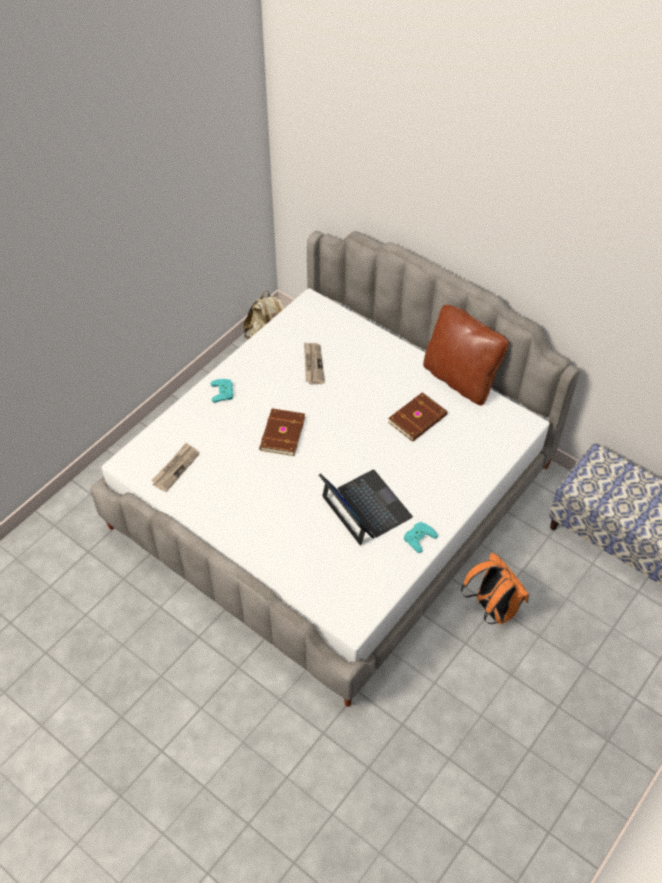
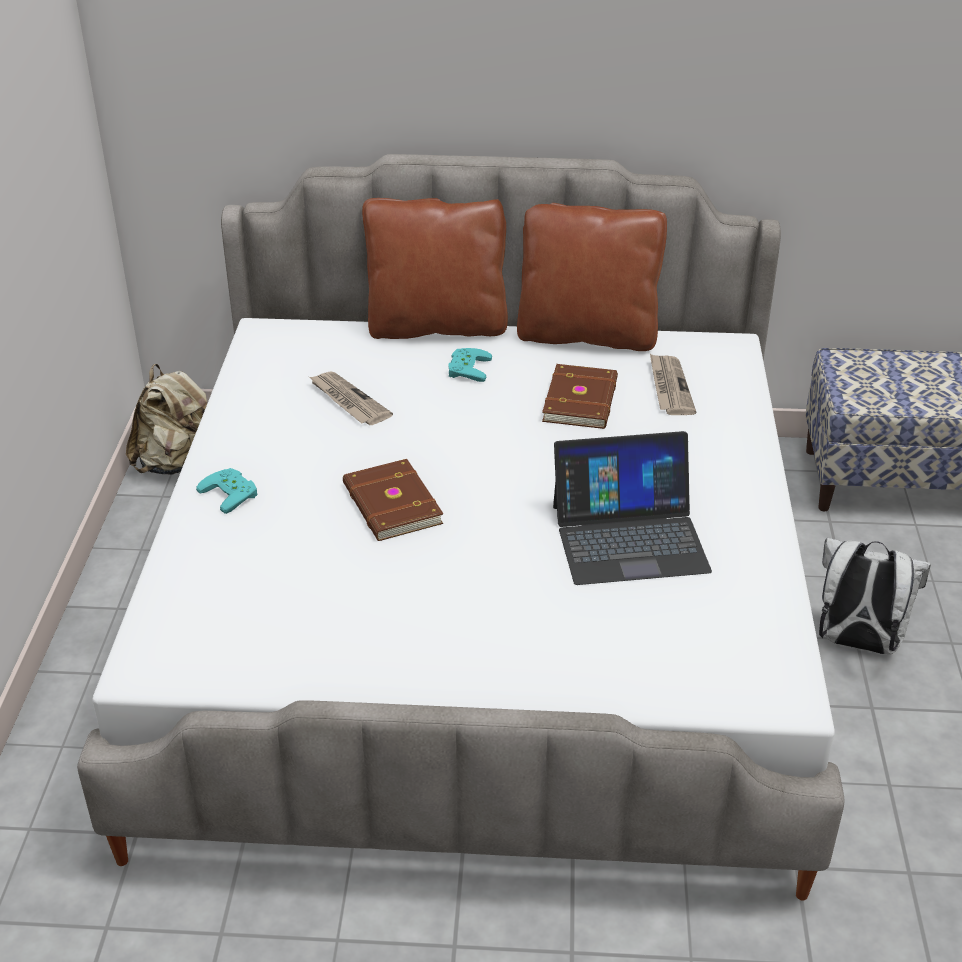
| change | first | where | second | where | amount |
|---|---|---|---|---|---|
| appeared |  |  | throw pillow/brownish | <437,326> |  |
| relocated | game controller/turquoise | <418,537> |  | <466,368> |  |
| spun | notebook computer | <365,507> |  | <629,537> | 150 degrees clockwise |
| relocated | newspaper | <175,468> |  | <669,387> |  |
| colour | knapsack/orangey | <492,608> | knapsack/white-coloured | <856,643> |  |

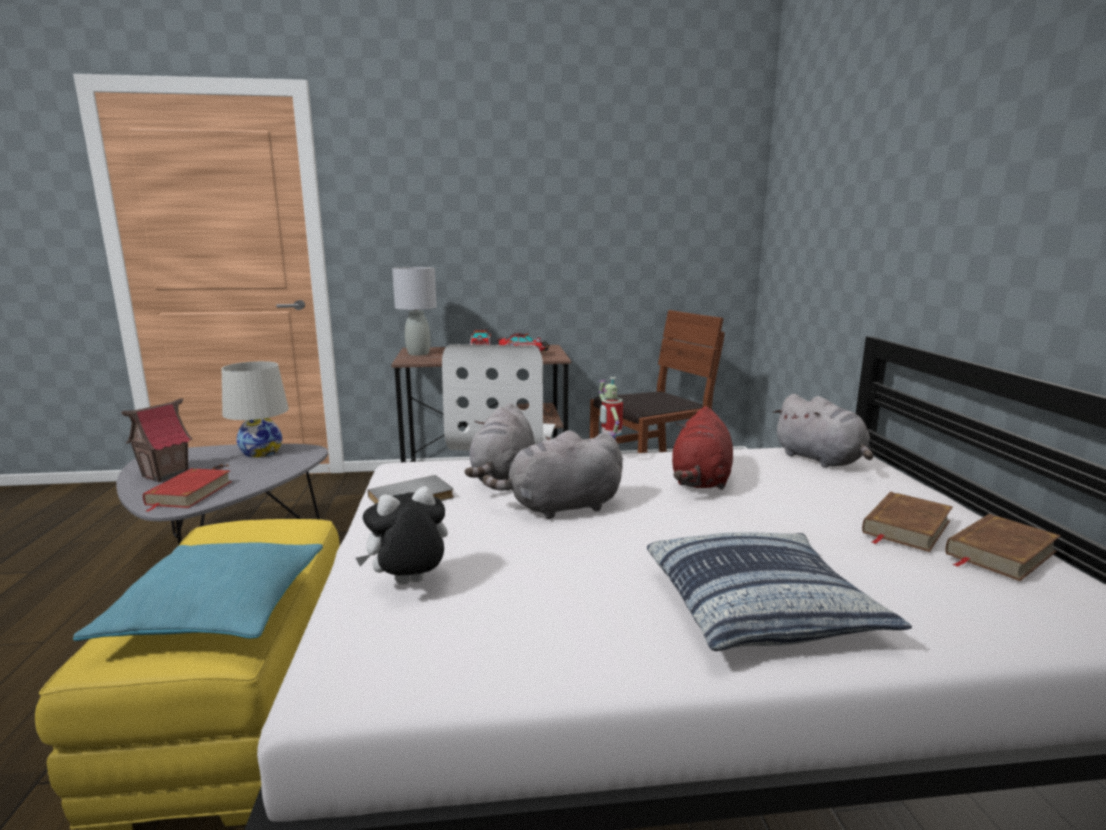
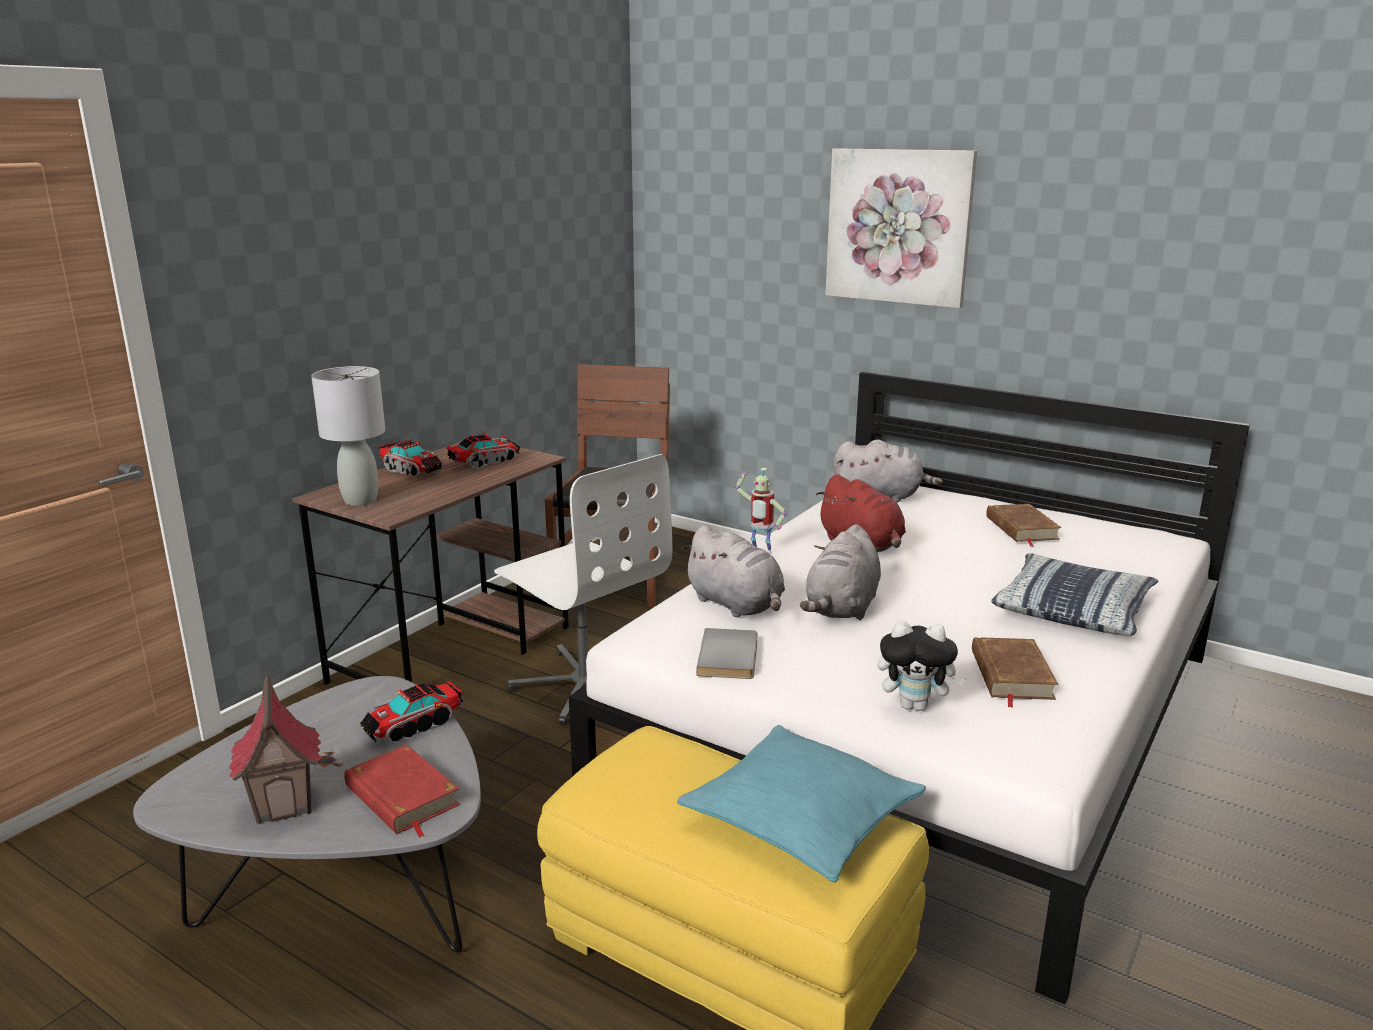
| change | first | where | second | where | amount |
|---|---|---|---|---|---|
| appeared |  |  | model truck | <413,725> |  |
| appeared |  |  | picture | <899,226> |  |
| spun | cuddly toy | <409,585> |  | <915,706> | 90 degrees counterclockwise |
| relocated | book/brownish | <999,552> |  | <1011,675> |  |
| missing | table lamp/white-coloured | <261,452> |  |  |  |

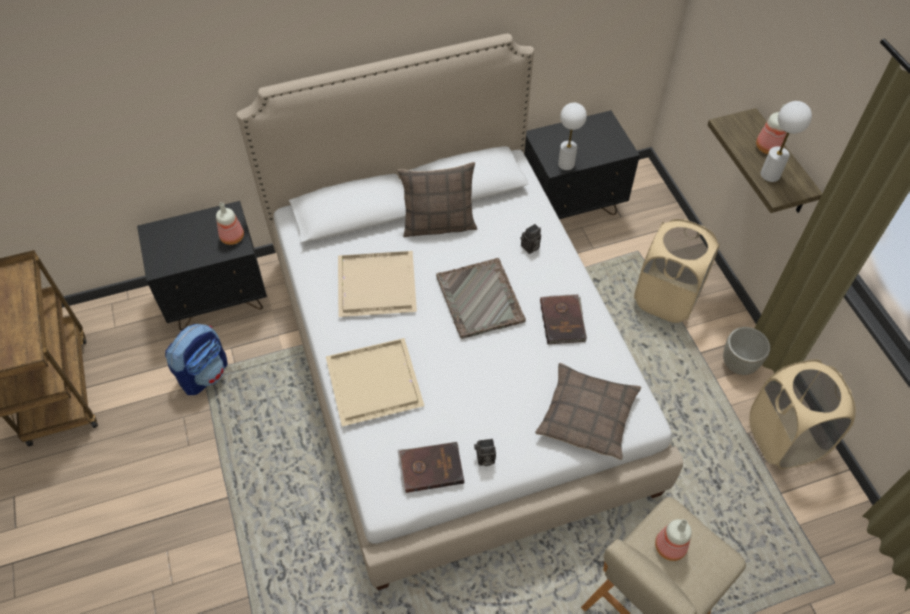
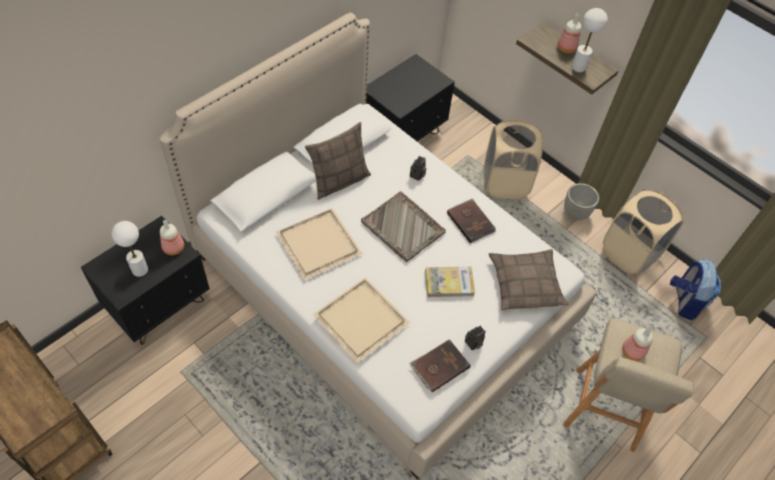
| change | first | where | second | where | amount |
|---|---|---|---|---|---|
| relocated | table lamp/white-coloured | <566,164> |  | <139,270> |  |
| appeared |  |  | book | <449,283> |  |
| relocated | knapsack | <205,374> |  | <684,301> |  |

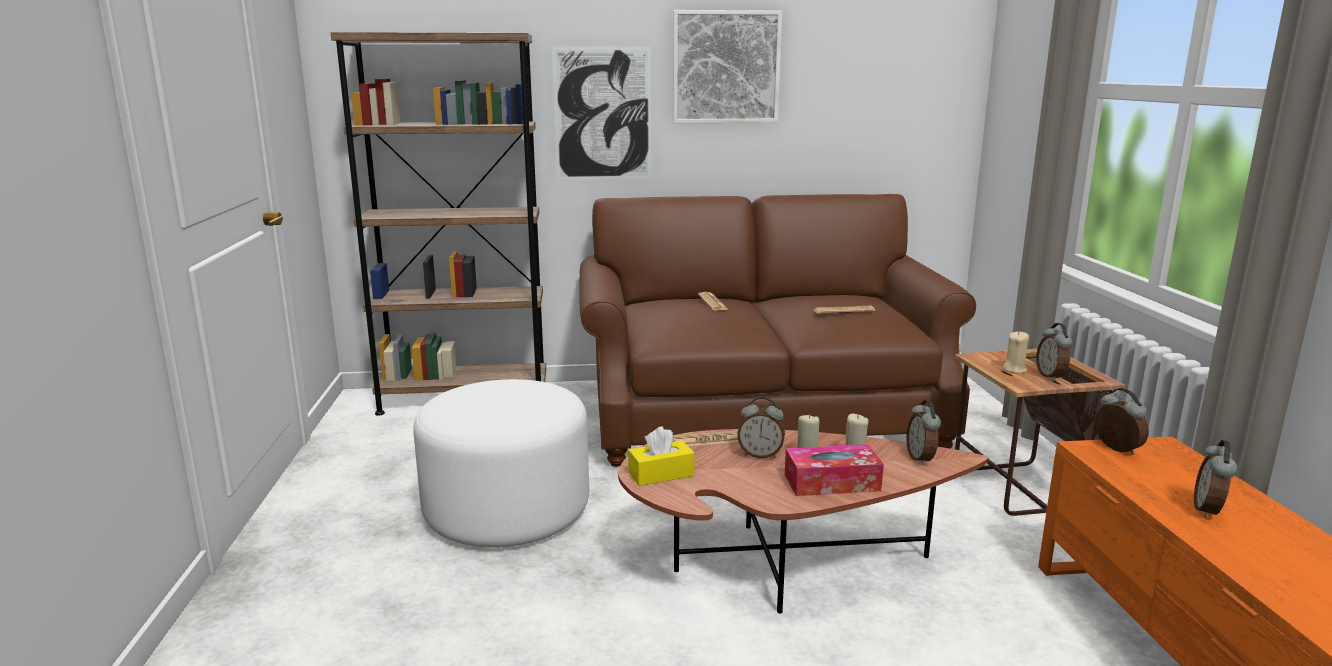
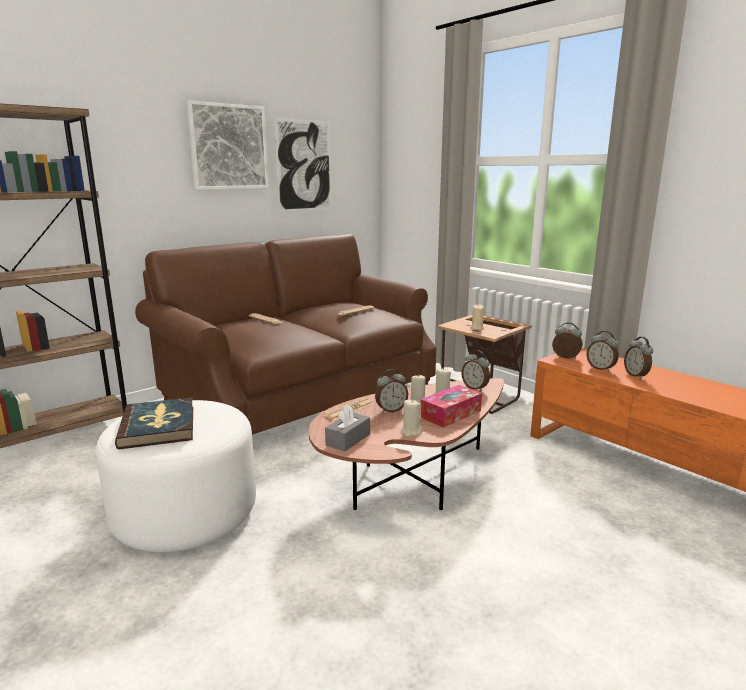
| change | first | where | second | where | amount |
|---|---|---|---|---|---|
| appeared |  |  | book | <159,426> |  |
| relocated | picture | <602,114> |  | <304,165> |  |
| colour | box of tissues/yellowish | <661,474> | box of tissues/greyish | <348,440> |  |
| appeared |  |  | candle/beige-coloured | <411,432> |  |
| relocated | table clock | <1051,376> |  | <601,368> |  |

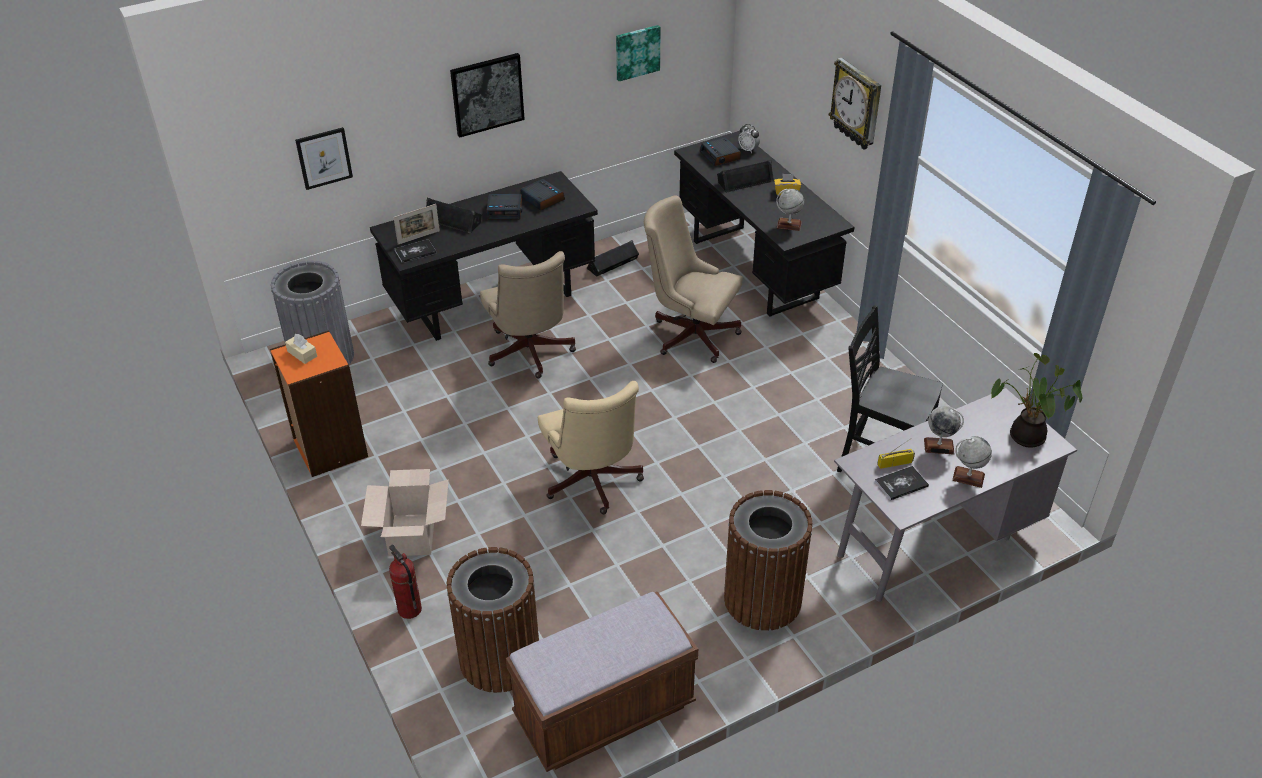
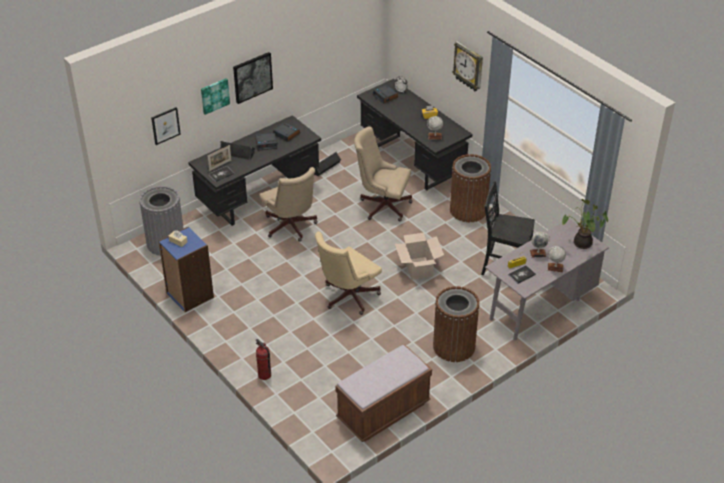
| change | first | where | second | where | amount |
|---|---|---|---|---|---|
| colour | shelving unit/orangey | <329,448> | shelving unit/blue | <189,295> |  |
| relocated | picture | <637,52> |  | <214,95> |  |
| spun | computer chair/beige-coloured | <592,484> |  | <347,297> | 75 degrees clockwise |
| relocated | carton | <412,535> |  | <419,268> |  |
| relocated | waste bin/brownish | <500,658> |  | <468,210> |  |
| missing | audio speaker/black-coloured | <745,181> |  |  |  |

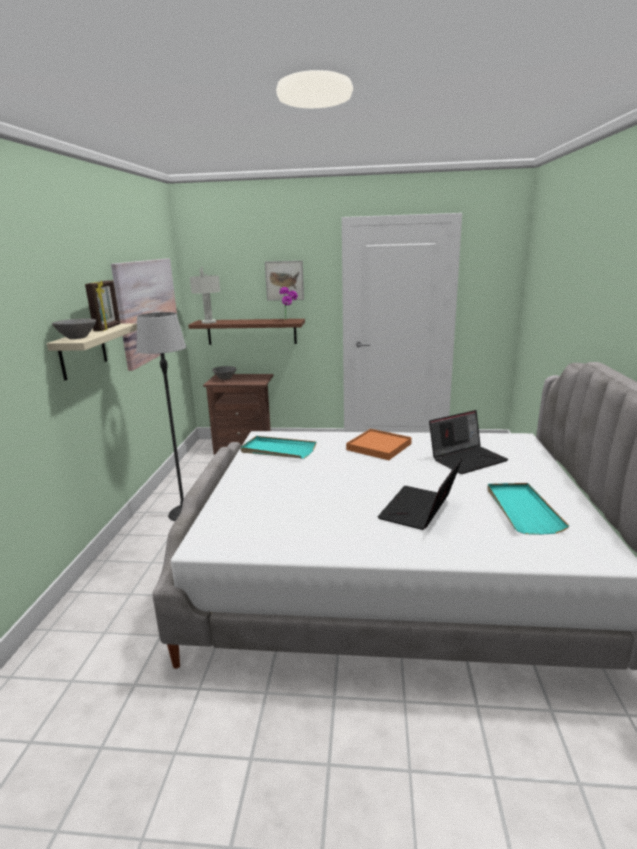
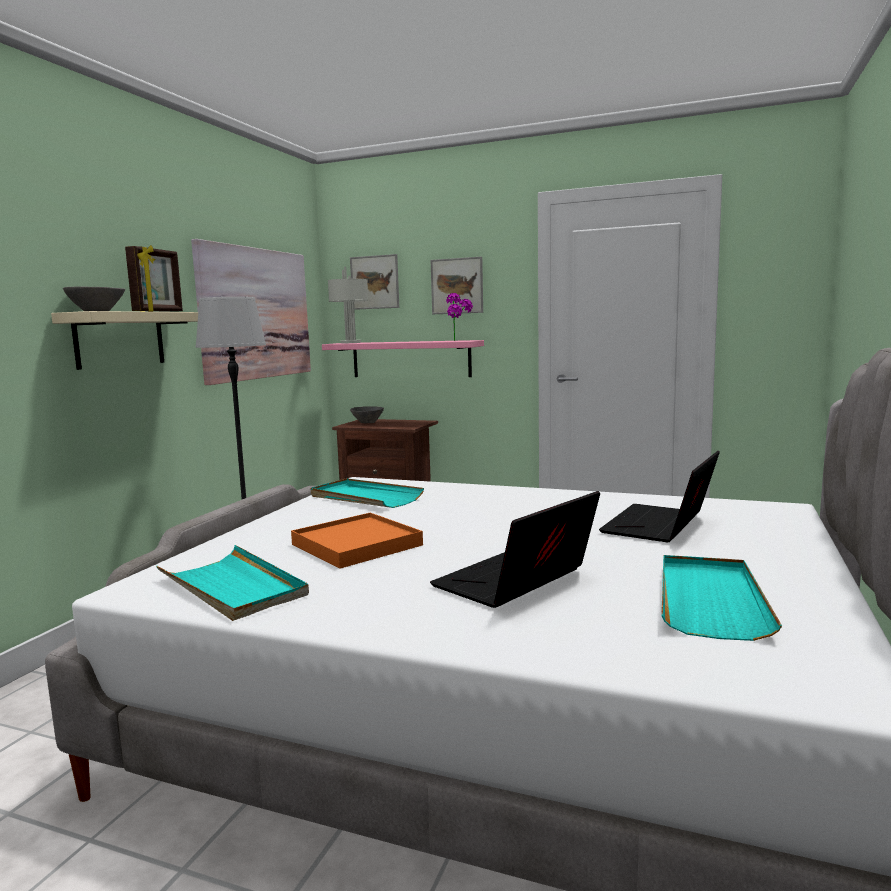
| change | first | where | second | where | amount |
|---|---|---|---|---|---|
| appeared |  |  | carrying tray/turquoise | <233,587> |  |
| relocated | carrying tray/orangey | <379,447> |  | <357,545> |  |
| colour | bracket shelf/brownish | <251,331> | bracket shelf/pink-coloured | <411,359> |  |
| appeared |  |  | picture | <375,282> |  |
| spun | notebook computer | <467,458> |  | <660,526> | 135 degrees clockwise |

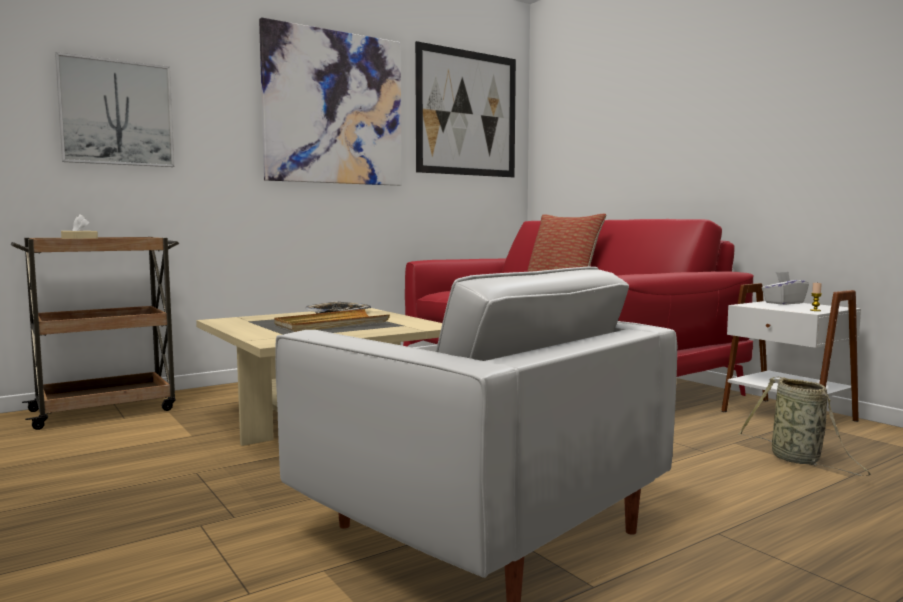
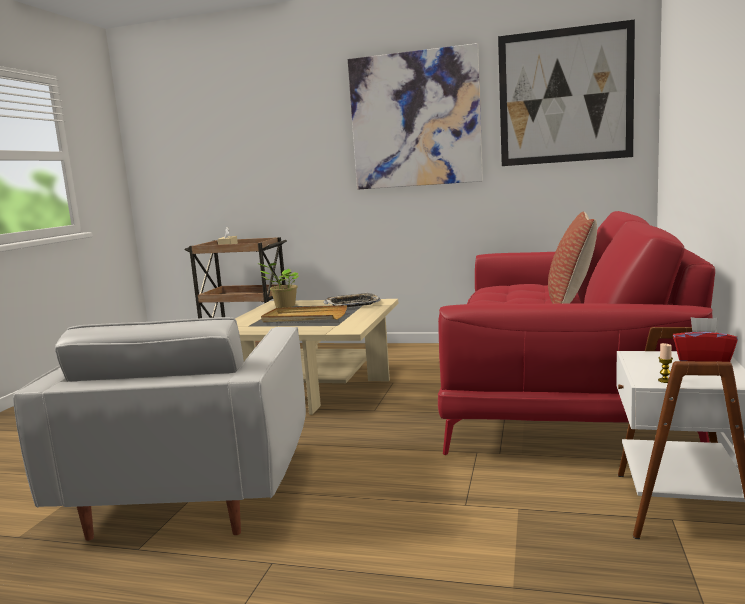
| change | first | where | second | where | amount |
|---|---|---|---|---|---|
| appeared |  |  | plant in a pot | <283,306> |  |
| colour | box of tissues/white-coloured | <783,303> | box of tissues/reddish | <702,360> |  |
| missing | picture | <116,113> |  |  |  |
| missing | storage basket | <799,460> |  |  |  |

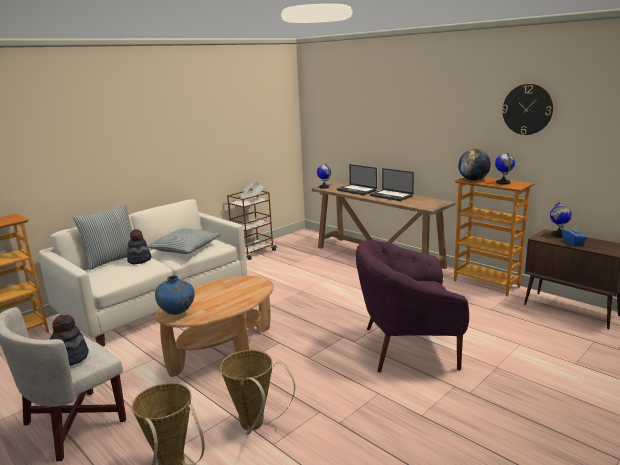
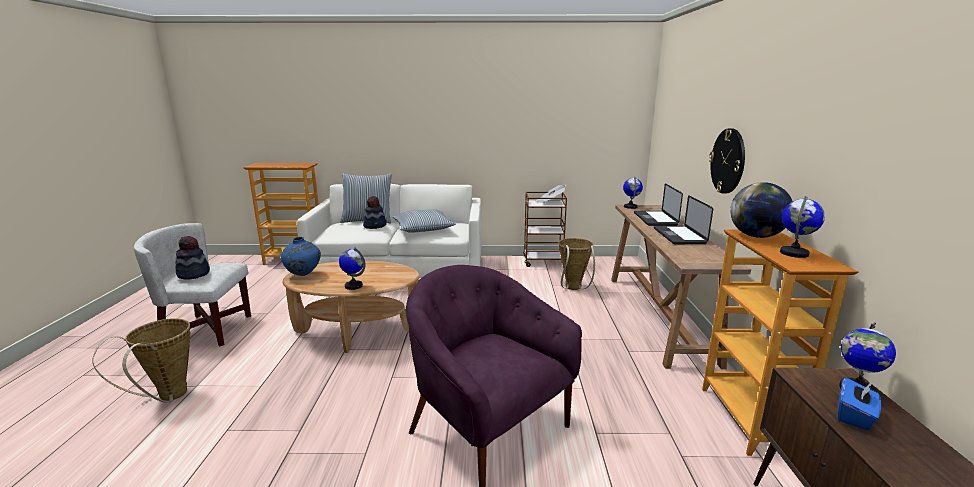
| change | first | where | second | where | amount |
|---|---|---|---|---|---|
| appeared |  |  | desk globe | <353,286> |  |
| relocated | storage basket | <255,426> |  | <573,289> |  |
| relocated | wall clock | <527,109> |  | <728,161> |  |

